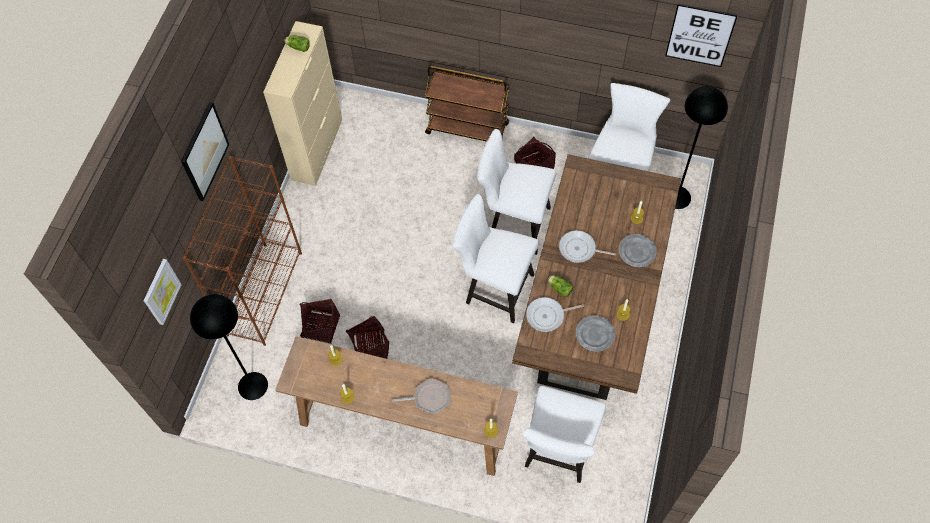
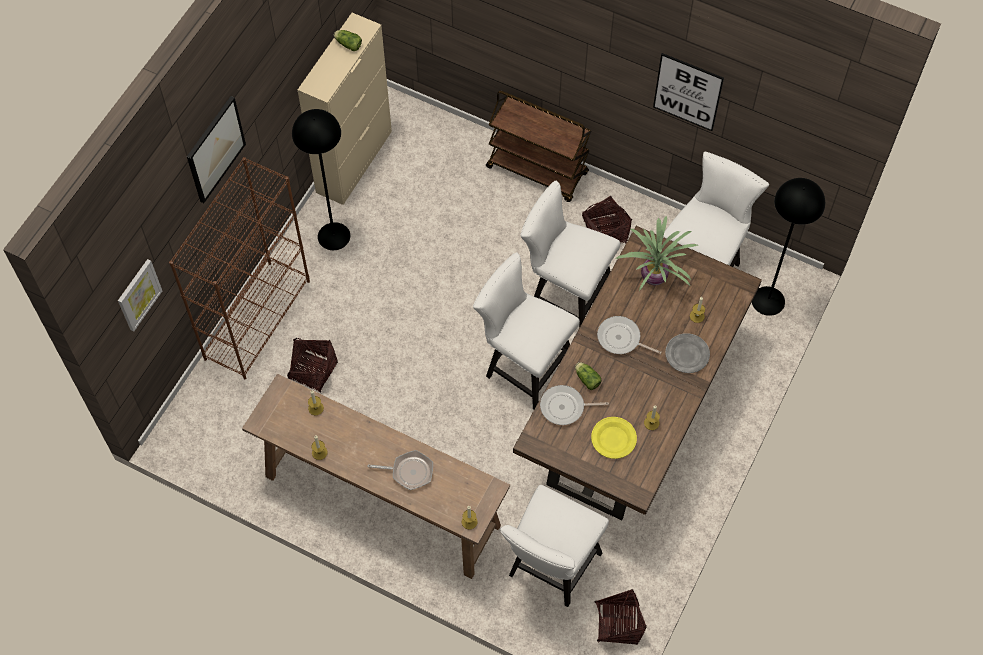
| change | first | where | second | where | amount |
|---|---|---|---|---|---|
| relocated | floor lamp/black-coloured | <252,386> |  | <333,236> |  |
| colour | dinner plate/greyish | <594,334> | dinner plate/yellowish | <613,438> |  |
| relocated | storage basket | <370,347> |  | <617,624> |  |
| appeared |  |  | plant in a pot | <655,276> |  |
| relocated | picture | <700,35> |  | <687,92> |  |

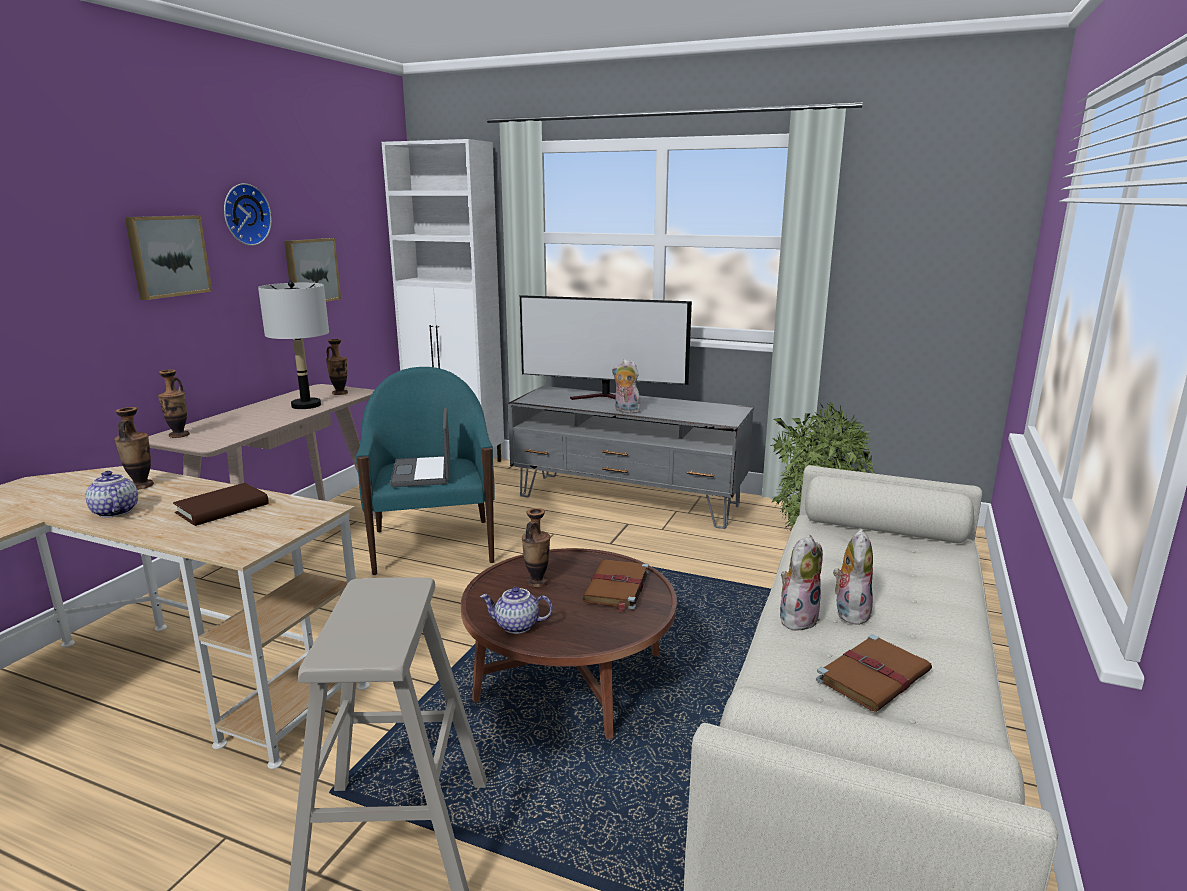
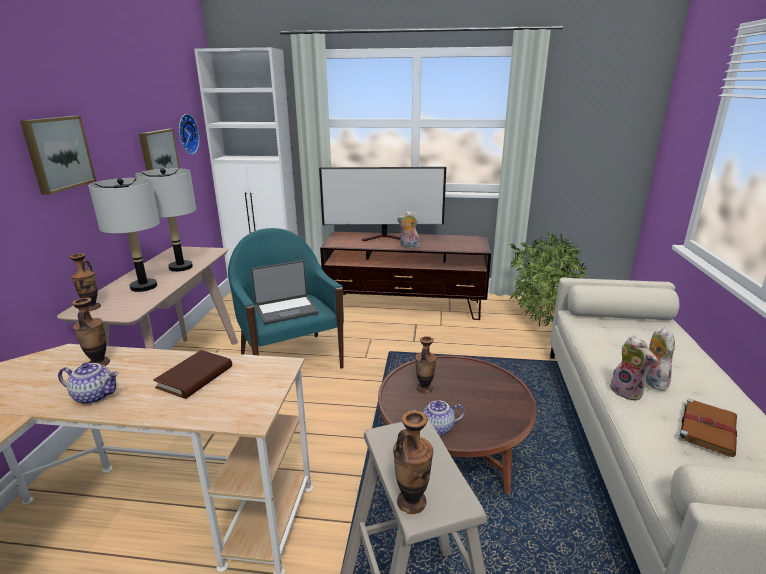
| change | first | where | second | where | amount |
|---|---|---|---|---|---|
| spun | pot for tea | <114,512> |  | <95,395> | 150 degrees clockwise |
| appeared |  |  | table lamp/greyish | <143,287> |  |
| relocated | wall clock | <244,214> |  | <186,134> |  |
| spun | notebook computer | <423,473> |  | <286,310> | 90 degrees counterclockwise |
| colour | media console/greyish | <628,500> | media console/brownish | <405,306> |  |
| relocated | flower vase | <340,393> |  | <411,502> |  |
| spun | cuddly toy | <797,618> |  | <628,392> | 120 degrees clockwise |
| missing | book/brownish | <616,587> |  |  |  |

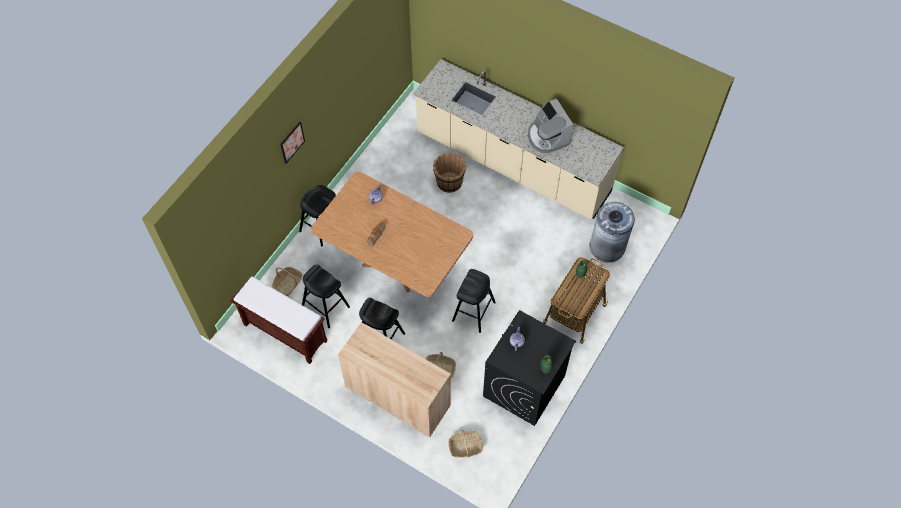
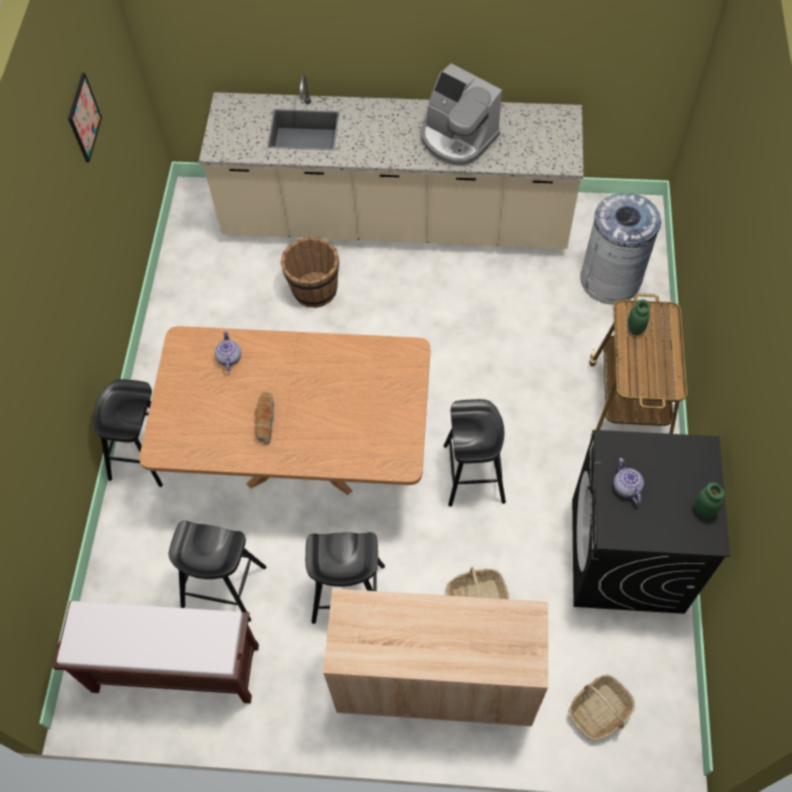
| change | first | where | second | where | amount |
|---|---|---|---|---|---|
| relocated | picture | <292,142> |  | <84,118> |  |
| missing | storage basket | <288,283> |  |  |  |

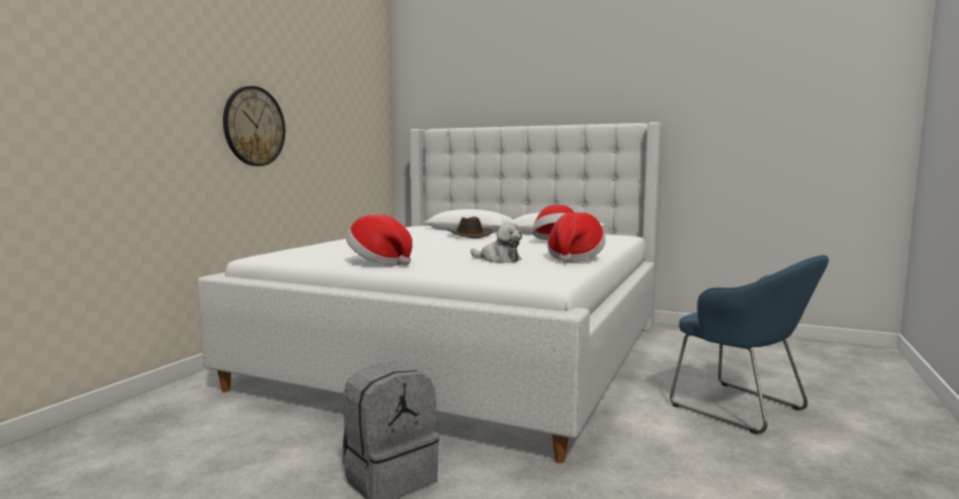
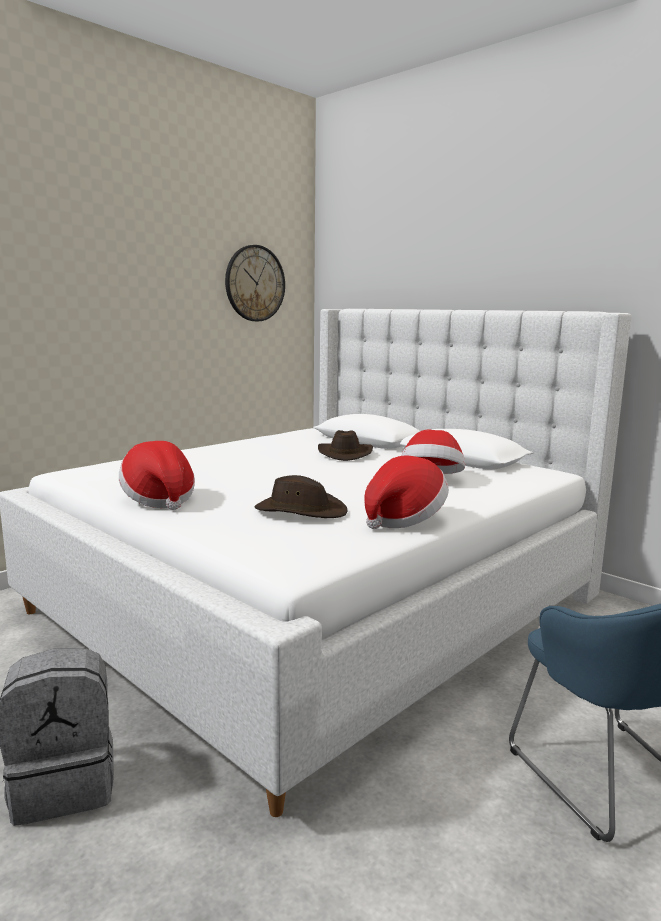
| change | first | where | second | where | amount |
|---|---|---|---|---|---|
| relocated | wall clock | <254,126> |  | <255,283> |  |
| exchanged | cuddly toy | <498,260> | clothing hat/brownish | <300,511> |  |

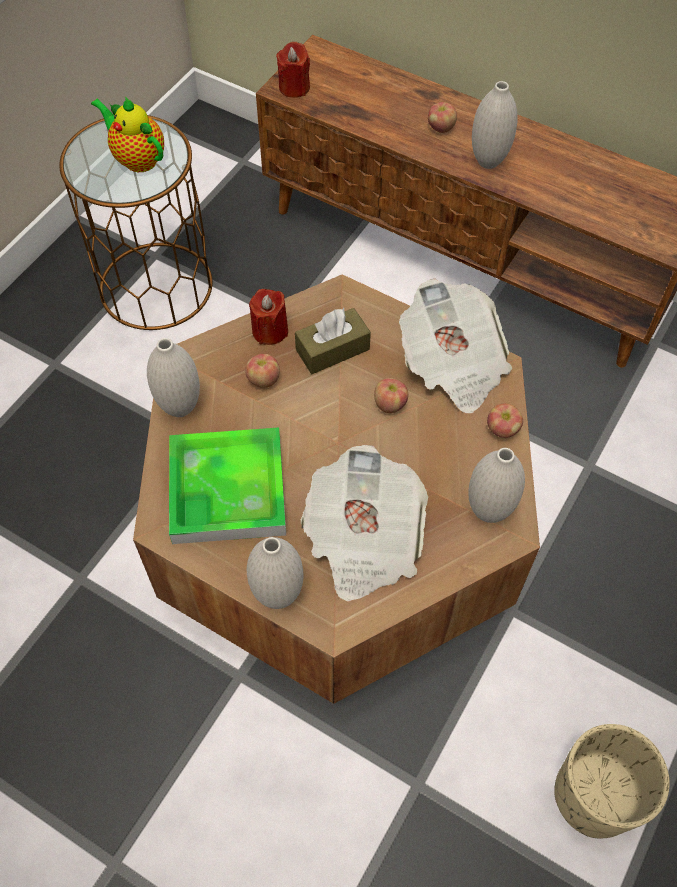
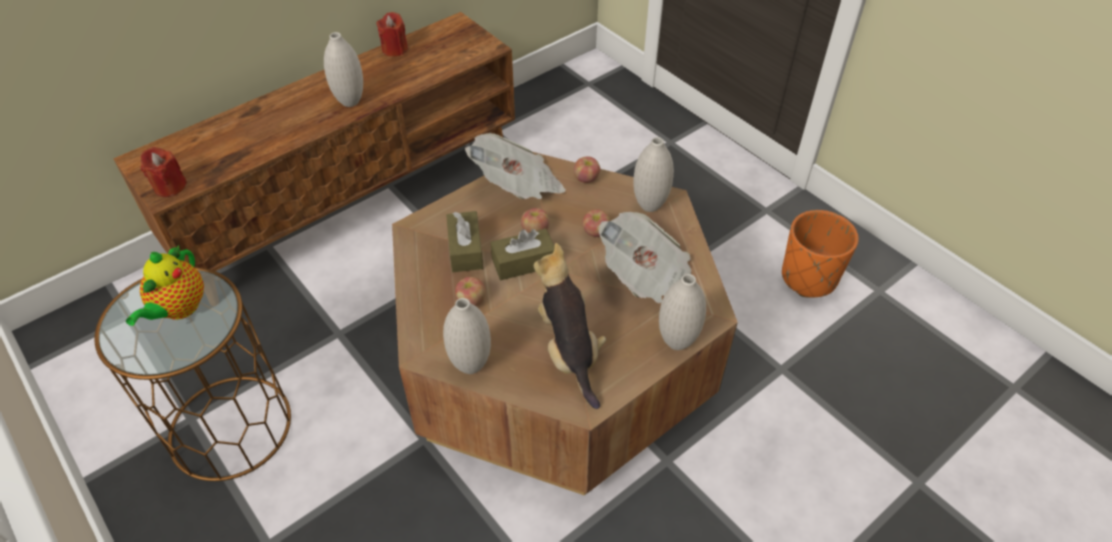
| change | first | where | second | where | amount |
|---|---|---|---|---|---|
| spun | pot for tea | <137,159> |  | <179,309> | 45 degrees counterclockwise |
| relocated | candle/reddish | <270,331> |  | <395,49> |  |
| appeared |  |  | box of tissues/brownish | <523,262> |  |
| exchanged | carrying tray | <227,489> | cuddly toy | <569,351> |  |
| relocated | apple | <441,128> |  | <596,232> |  |
| colour | flower pot/beige-coloured | <594,796> | flower pot/orangey | <809,278> |  |

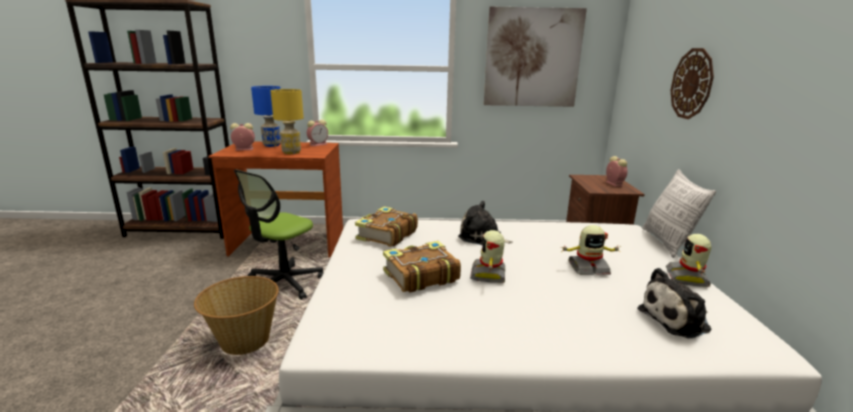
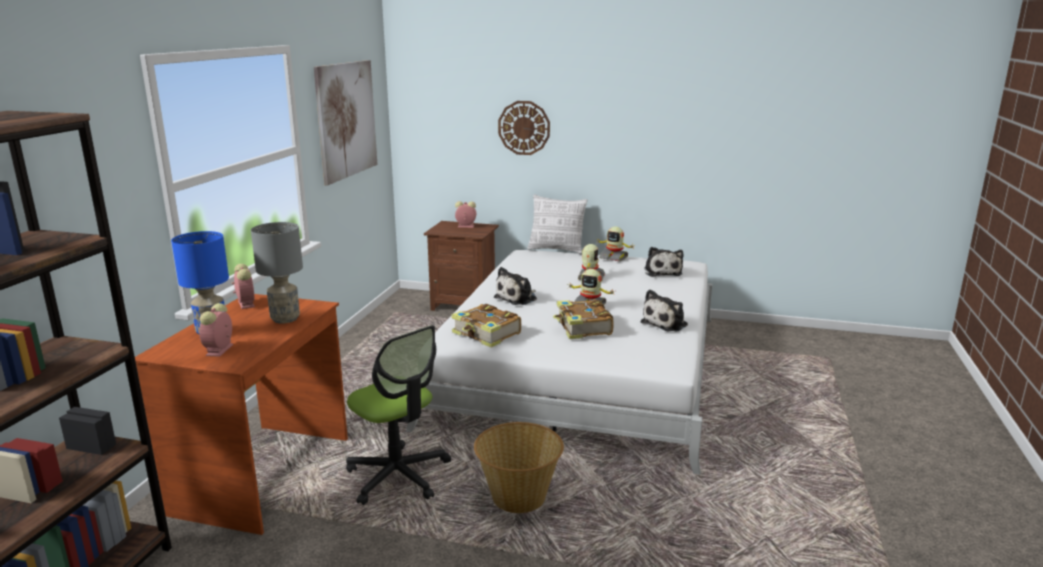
| change | first | where | second | where | amount |
|---|---|---|---|---|---|
| colour | table lamp/yellowish | <292,152> | table lamp/greyish | <285,319> |  |
| appeared |  |  | cuddly toy | <666,323> |  |

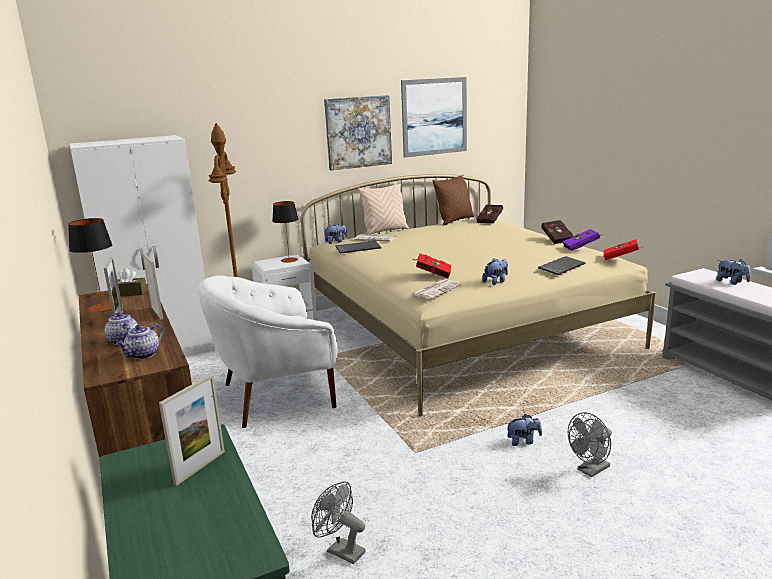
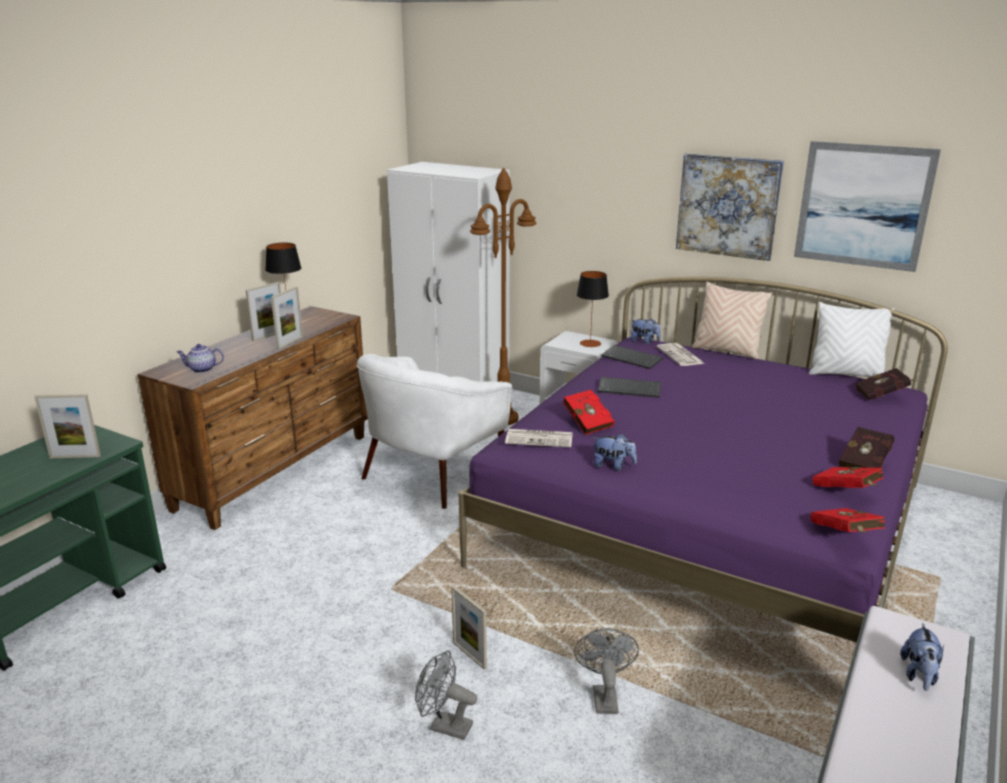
| change | first | where | second | where | amount |
|---|---|---|---|---|---|
| spun | armchair/white-coloured | <277,395> |  | <431,473> | 90 degrees counterclockwise |
| exchanged | cuddly toy | <523,441> | photo frame | <469,655> |  |
| colour | bed/beige-coloured | <463,330> | bed/purplish | <707,523> |  |
| relocated | cooling fan/greyish | <340,550> |  | <604,695> |  |
| relocated | PC keyboard | <561,266> |  | <630,388> |  |
| colour | throw pillow/brownish | <454,220> | throw pillow/white-coloured | <845,374> |  |
| colour | book/purplish | <582,248> | book/reddish | <847,492> |  |
| missing | pot for tea | <123,340> |  |  |  |
| missing | box of tissues/brownish | <129,293> |  |  |  |

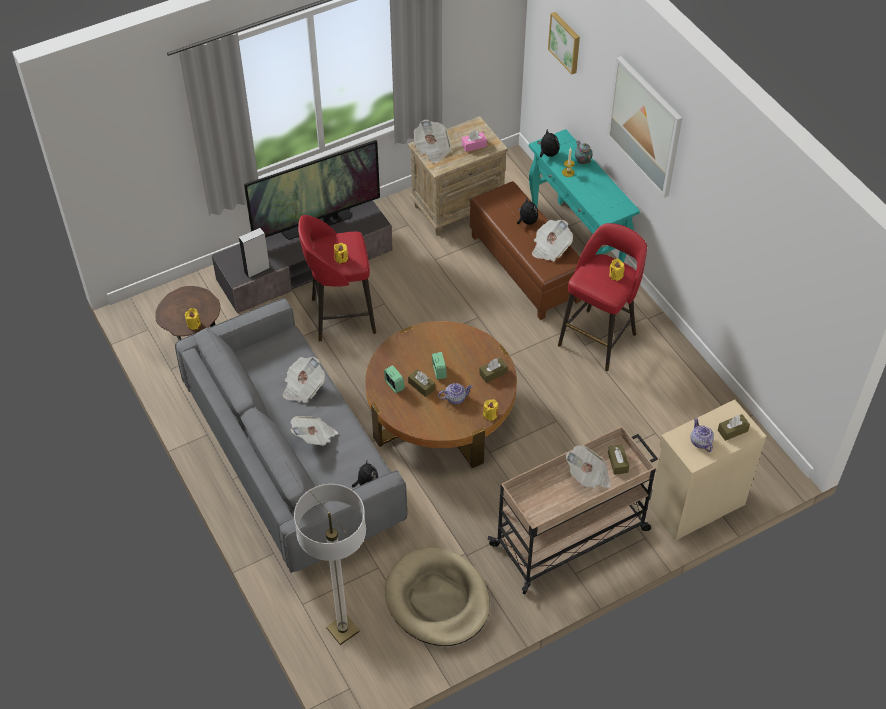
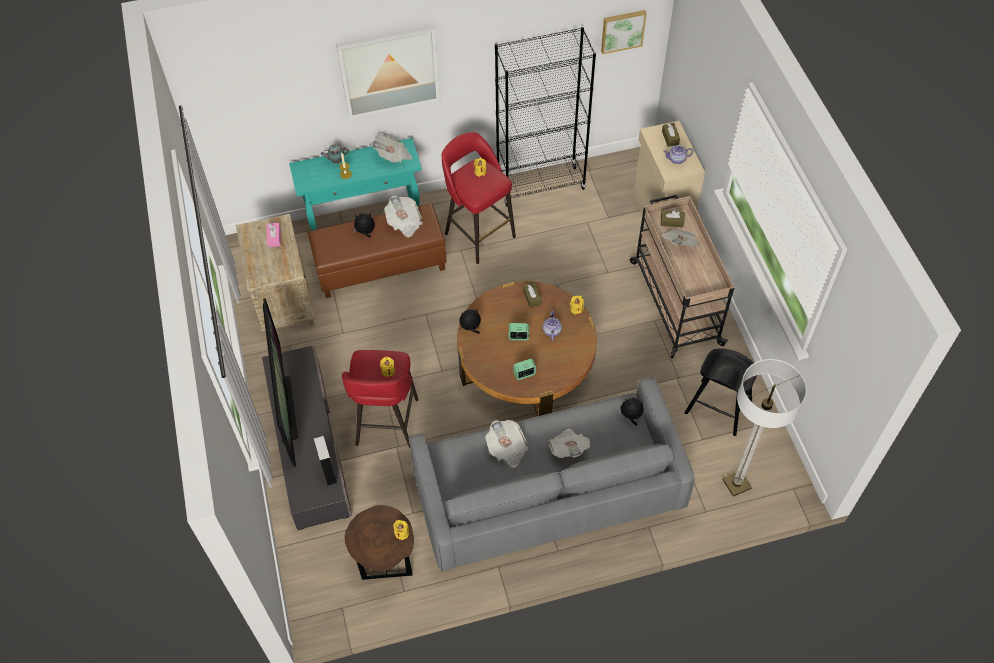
| change | first | where | second | where | amount |
|---|---|---|---|---|---|
| relocated | newspaper | <432,149> |  | <393,156> |  |
| relocated | cuddly toy | <548,154> |  | <470,328> |  |
| appeared |  |  | shelving unit/black-coloured | <540,186> |  |
| relocated | picture | <565,42> |  | <622,30> |  |
| exchanged | pet bed/beige-coloured | <437,599> | sitting stool/black-coloured | <718,407> |  |
| missing | box of tissues/brownish | <421,386> |  |  |  |

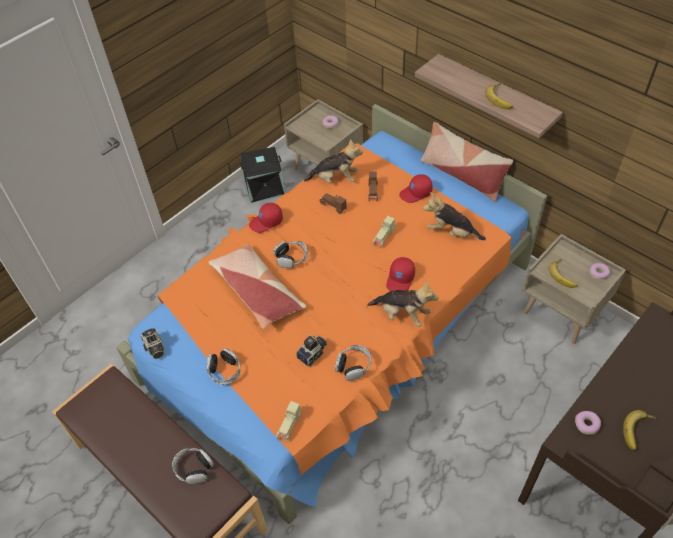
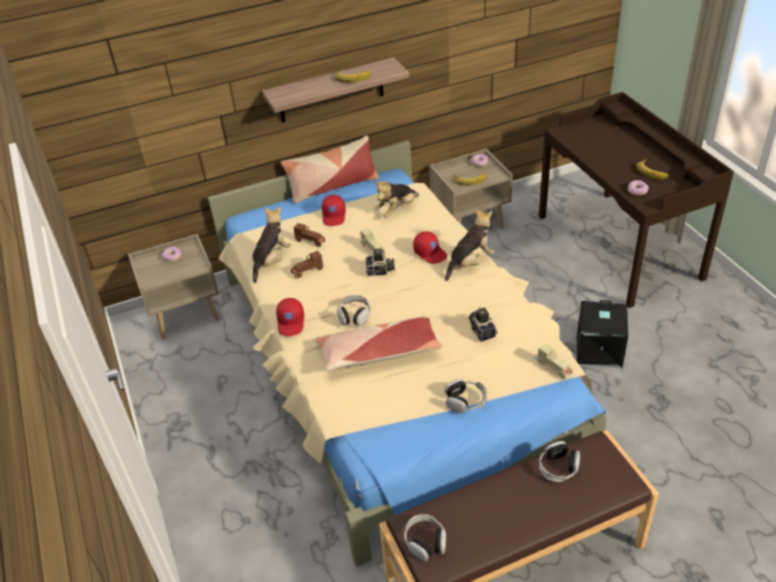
| change | first | where | second | where | amount |
|---|---|---|---|---|---|
| colour | bed/orangey | <337,323> | bed/beige-coloured | <392,364> |  |
| relocated | photo camera | <154,348> |  | <380,271> |  |
| relocated | pair of headphones | <353,366> |  | <425,542> |  |
| relocated | storage box/black-coloured | <264,186> |  | <598,349> |  |

